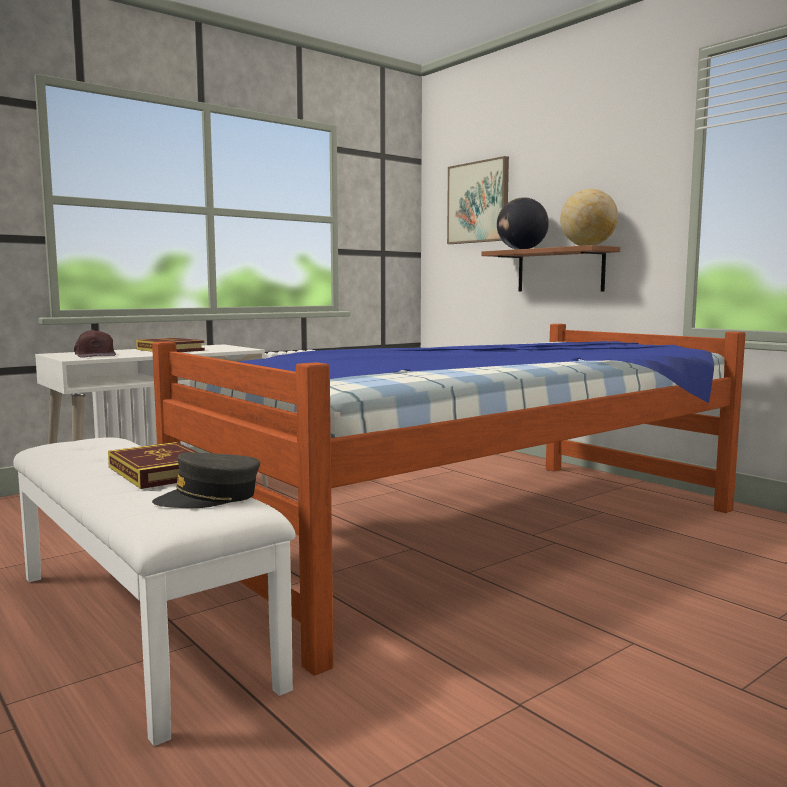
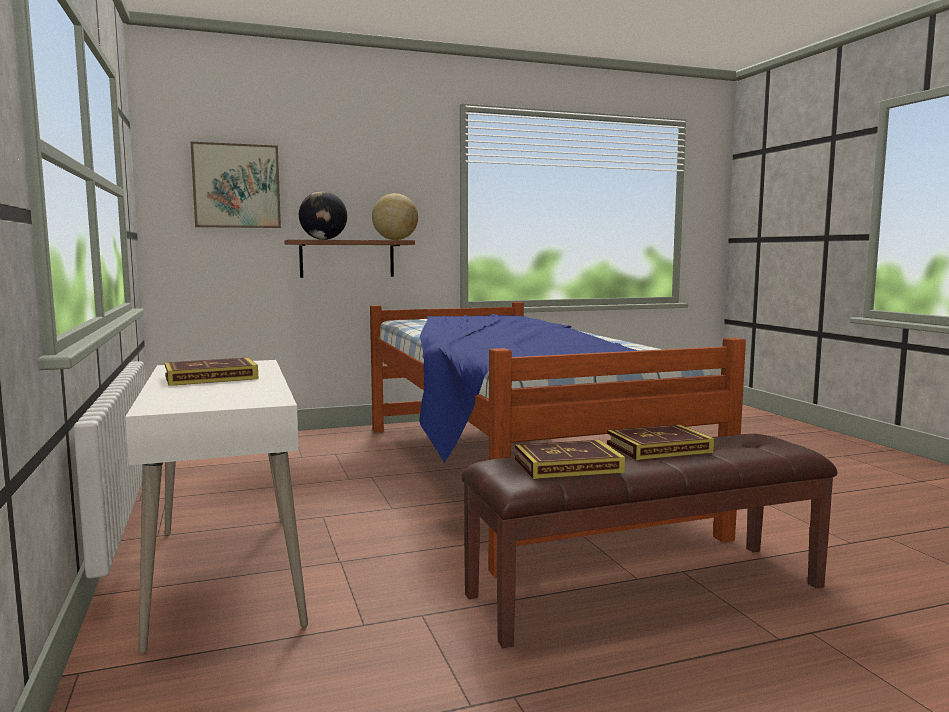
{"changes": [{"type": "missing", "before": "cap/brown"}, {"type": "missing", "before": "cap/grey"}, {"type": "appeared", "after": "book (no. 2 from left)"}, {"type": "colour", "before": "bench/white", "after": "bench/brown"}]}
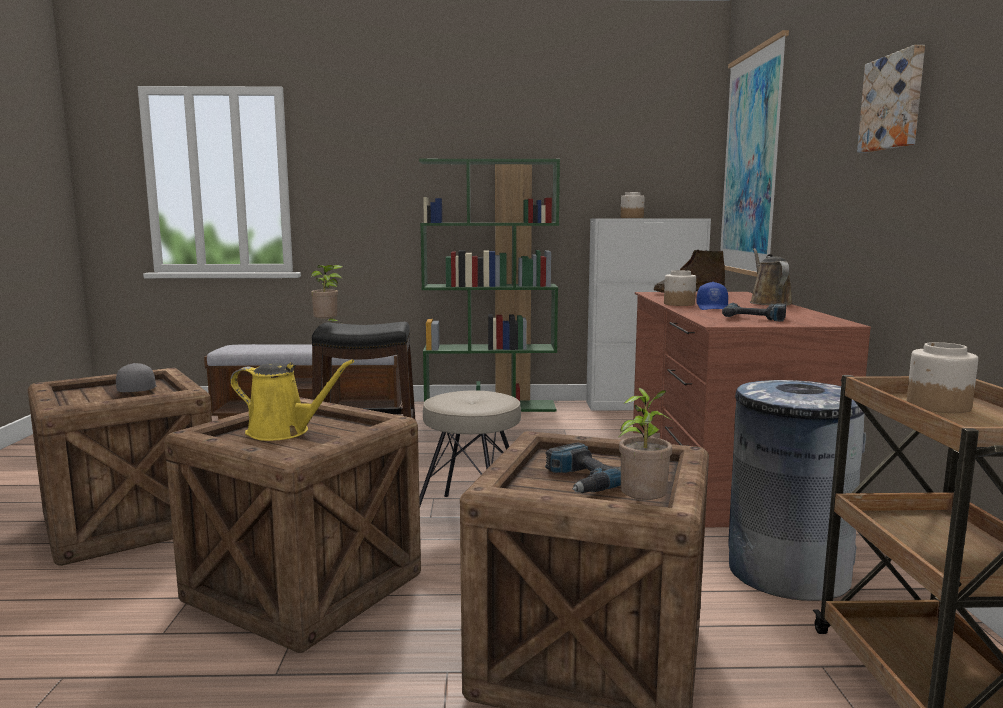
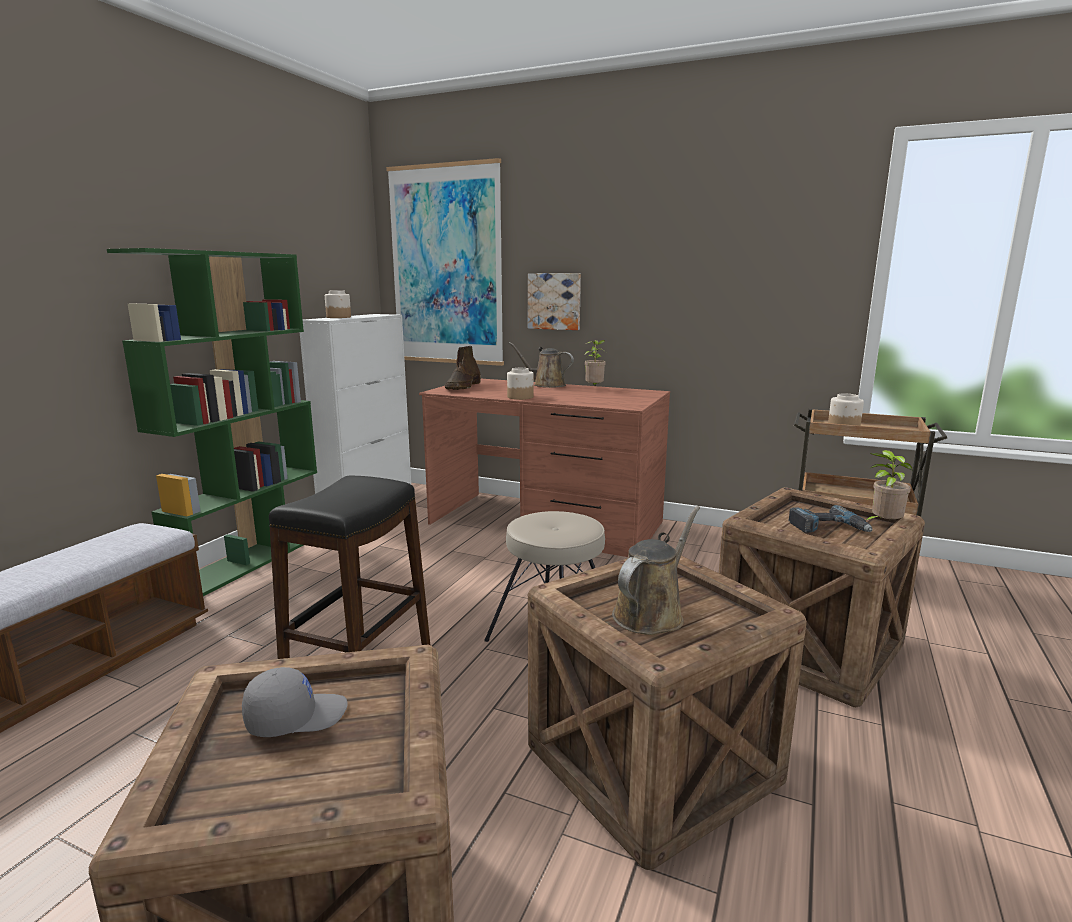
{"changes": [{"type": "missing", "before": "cap/blue"}, {"type": "missing", "before": "power drill (no. 2 from left)"}, {"type": "missing", "before": "trash can/grey"}, {"type": "relocated", "before": "potted plant (no. 1 from left)"}, {"type": "relocated", "before": "picture (no. 2 from left)"}, {"type": "colour", "before": "watering can/yellow", "after": "watering can/brown (no. 2 from left)"}, {"type": "spun", "before": "cap/grey", "turn": 150}]}
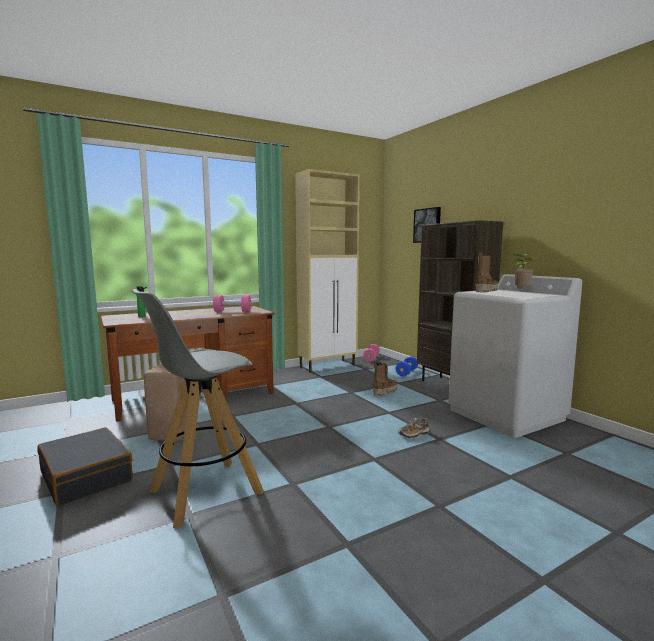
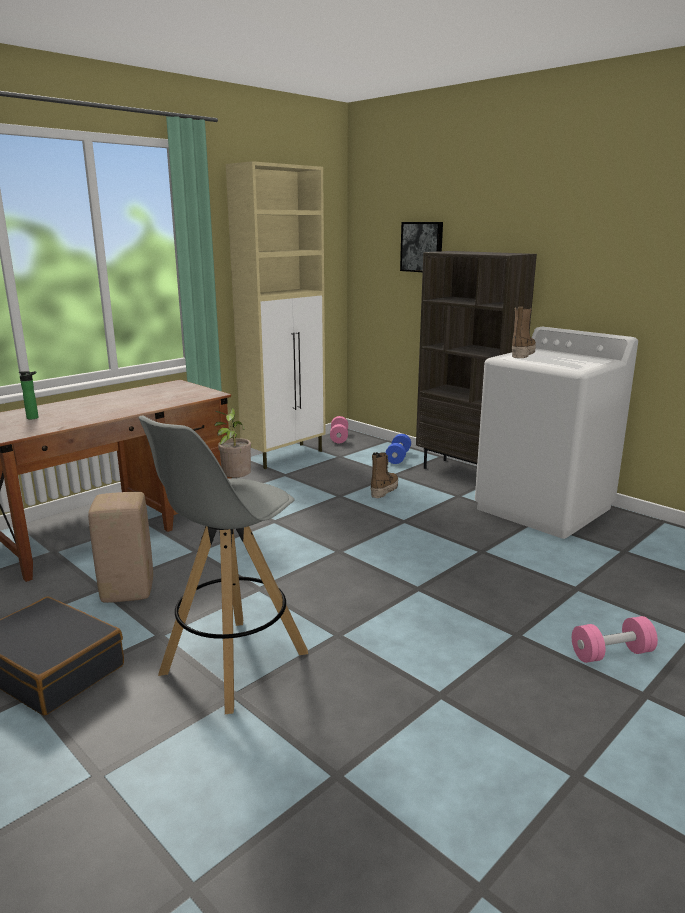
{"changes": [{"type": "missing", "before": "shoe"}, {"type": "relocated", "before": "dumbbell/pink (no. 1 from left in the first image)", "after": "dumbbell/pink (no. 2 from left)"}, {"type": "relocated", "before": "potted plant"}]}
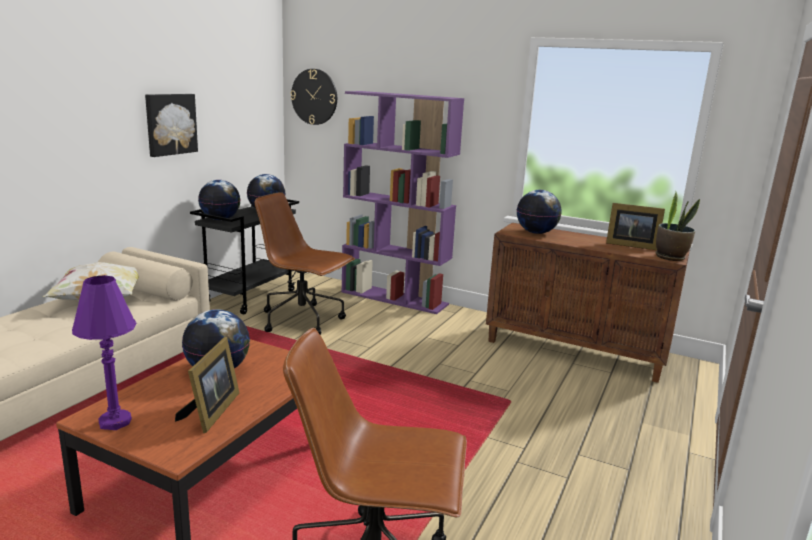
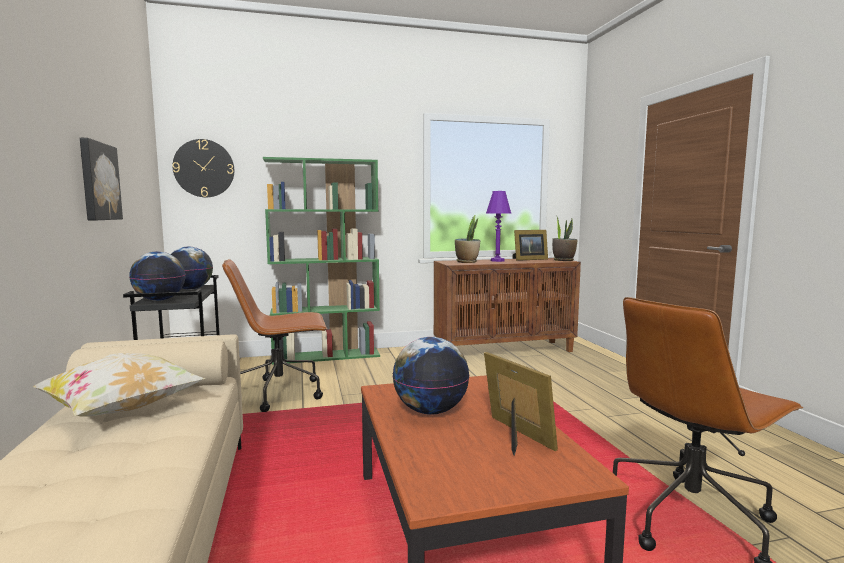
{"changes": [{"type": "relocated", "before": "table lamp/purple"}, {"type": "exchanged", "before": "globe (no. 4 from left)", "after": "potted plant (no. 1 from left)"}, {"type": "colour", "before": "bookcase/purple", "after": "bookcase/green"}]}
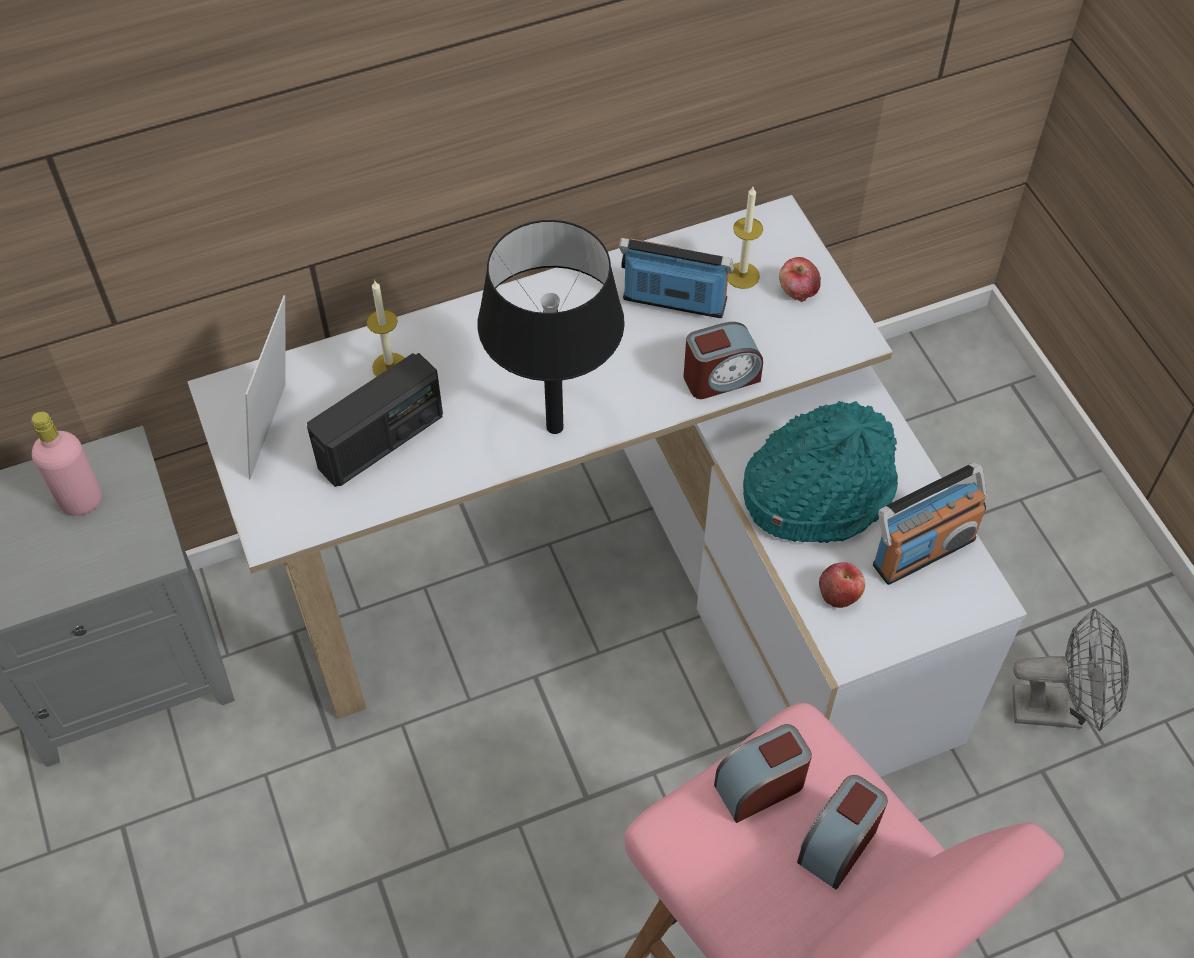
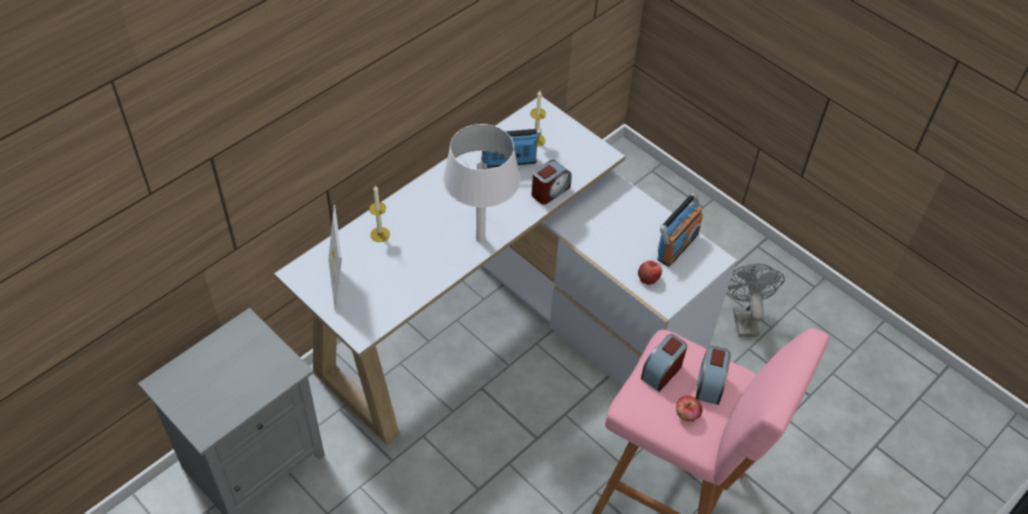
{"changes": [{"type": "missing", "before": "bottle/pink"}, {"type": "missing", "before": "radio (no. 1 from left)"}, {"type": "missing", "before": "hat/turquoise"}, {"type": "relocated", "before": "apple (no. 1 from left in the first image)", "after": "apple (no. 2 from left)"}, {"type": "colour", "before": "table lamp/black", "after": "table lamp/white"}, {"type": "spun", "before": "fan/grey", "turn": -75}]}
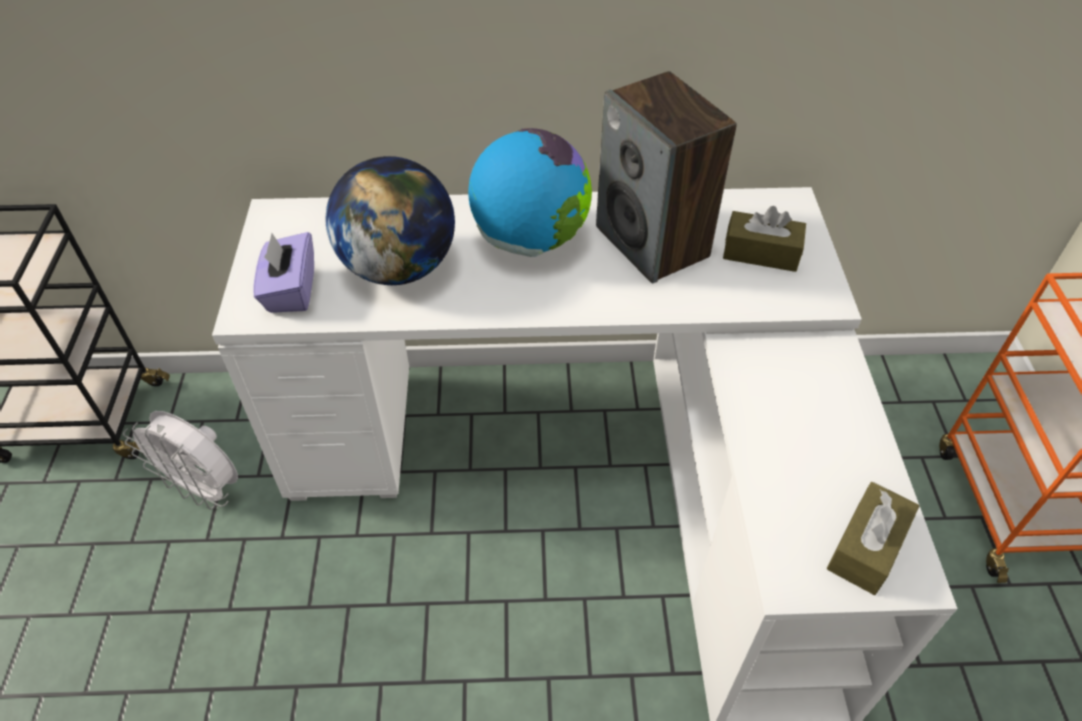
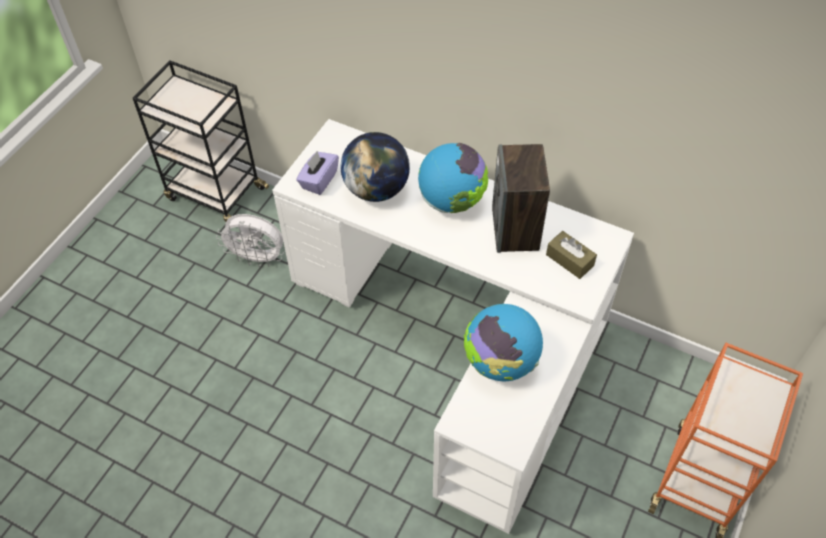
{"changes": [{"type": "missing", "before": "tissue box/brown (no. 2 from left)"}, {"type": "appeared", "after": "globe (no. 3 from left)"}, {"type": "spun", "before": "fan/white", "turn": -45}]}
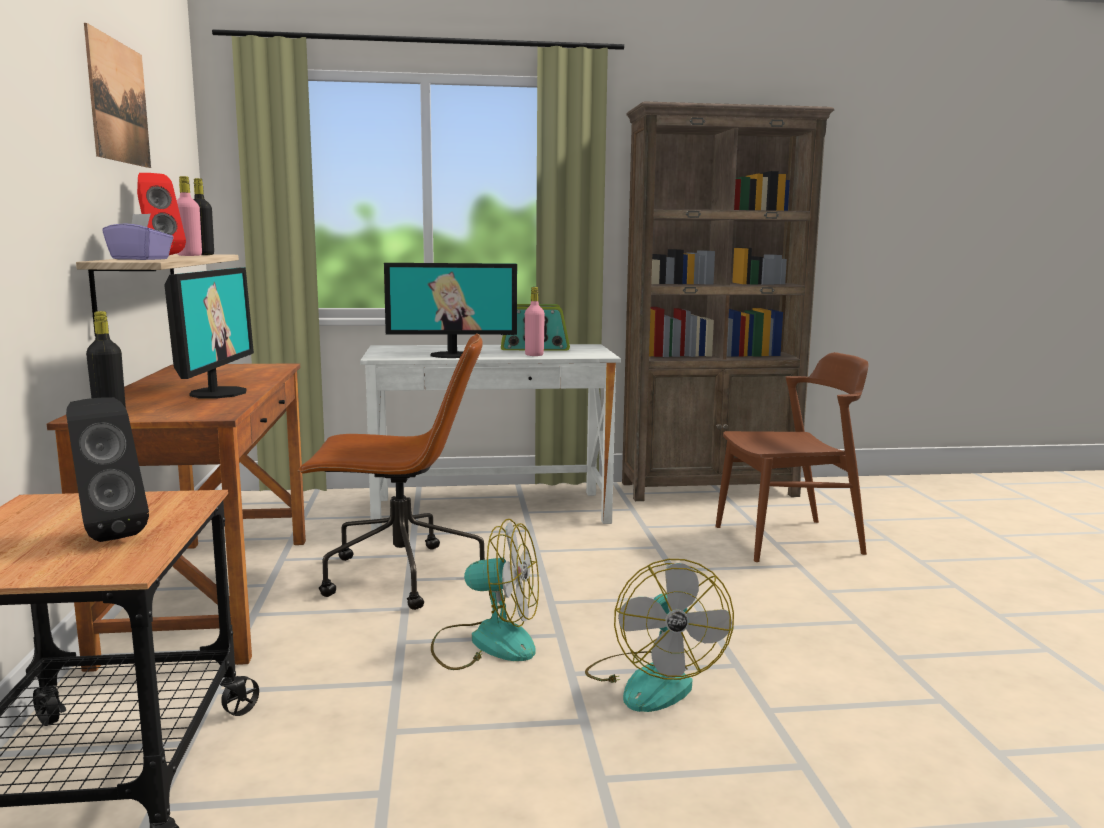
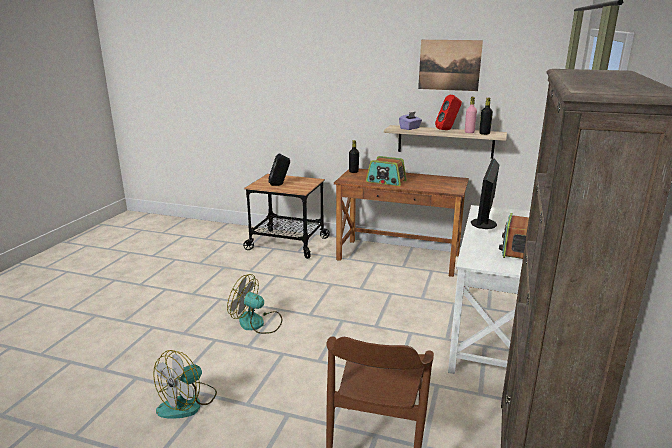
{"changes": [{"type": "missing", "before": "office chair/brown"}, {"type": "missing", "before": "bottle/pink (no. 2 from left)"}, {"type": "relocated", "before": "fan (no. 1 from left)"}, {"type": "exchanged", "before": "monitor (no. 1 from left)", "after": "radio (no. 1 from left)"}]}
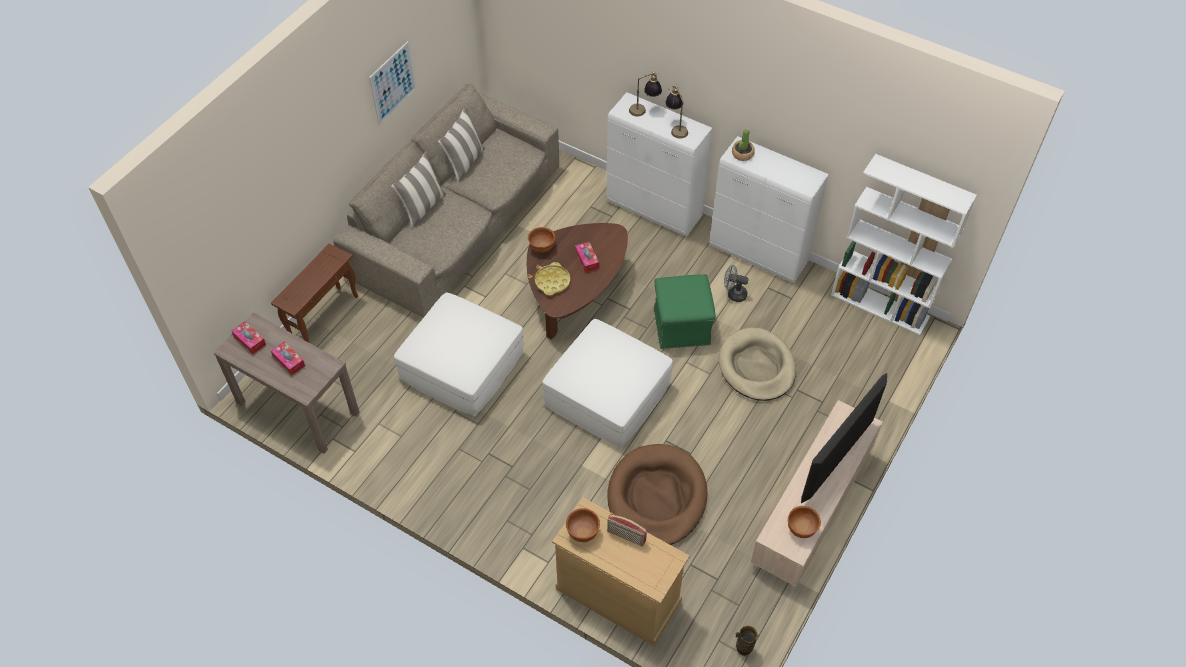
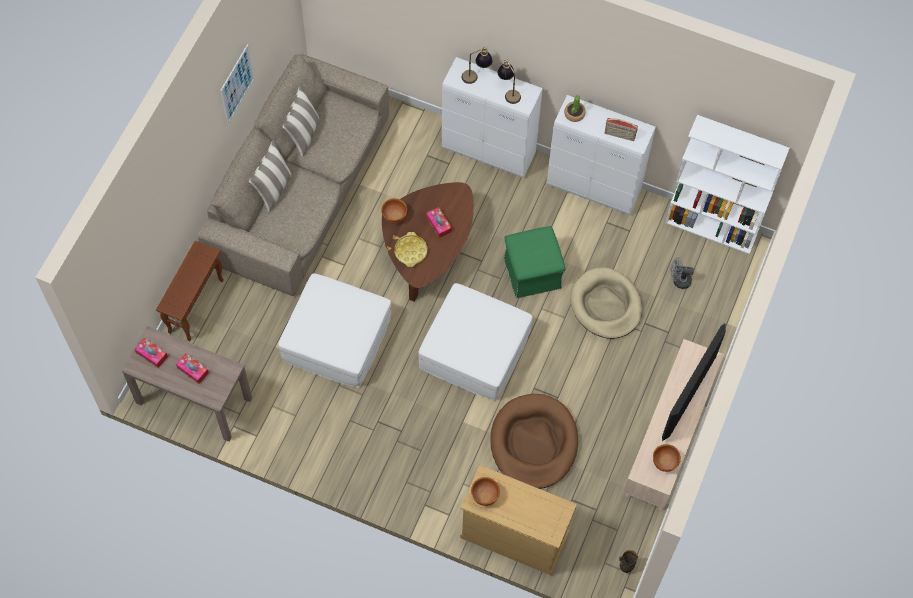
{"changes": [{"type": "relocated", "before": "radio"}, {"type": "relocated", "before": "fan/grey"}]}
